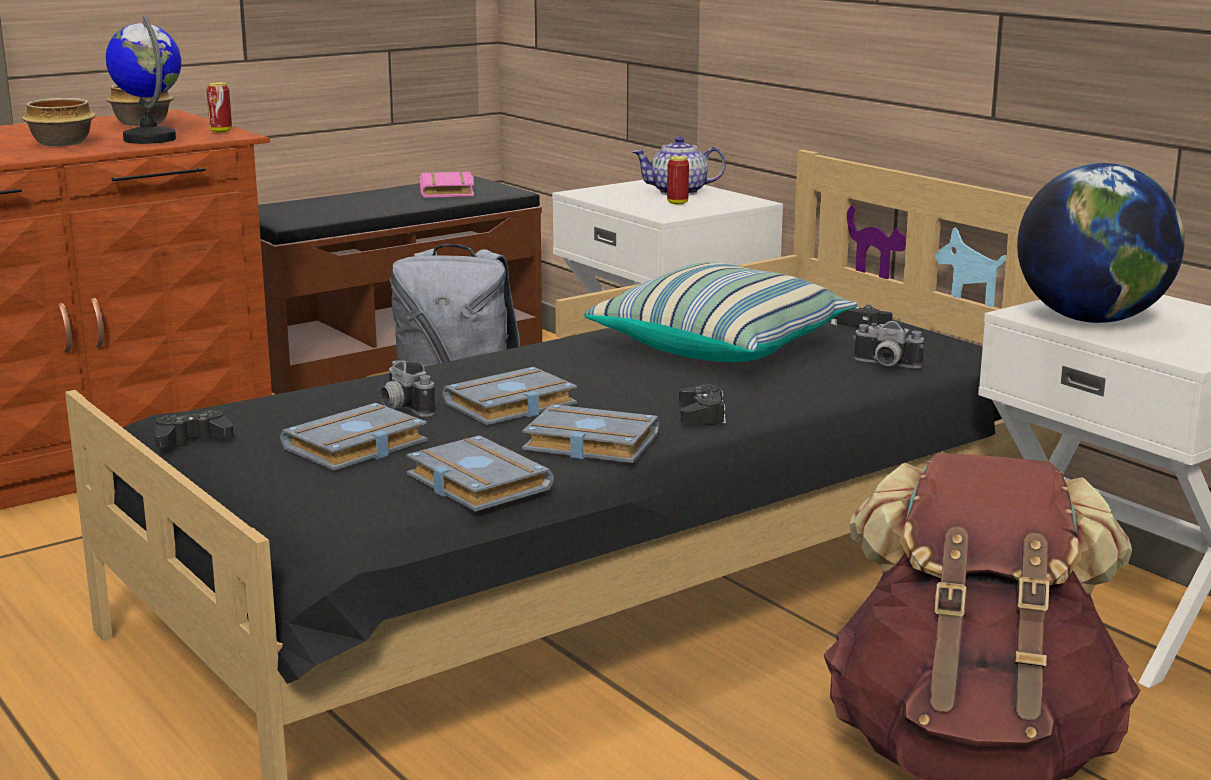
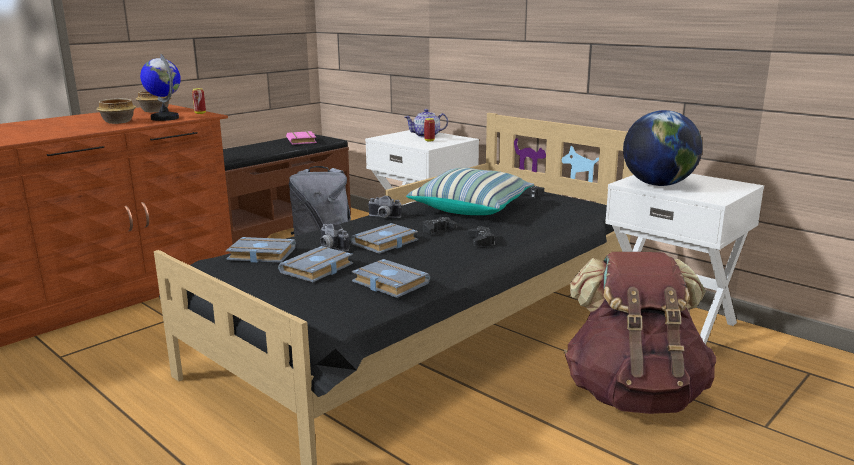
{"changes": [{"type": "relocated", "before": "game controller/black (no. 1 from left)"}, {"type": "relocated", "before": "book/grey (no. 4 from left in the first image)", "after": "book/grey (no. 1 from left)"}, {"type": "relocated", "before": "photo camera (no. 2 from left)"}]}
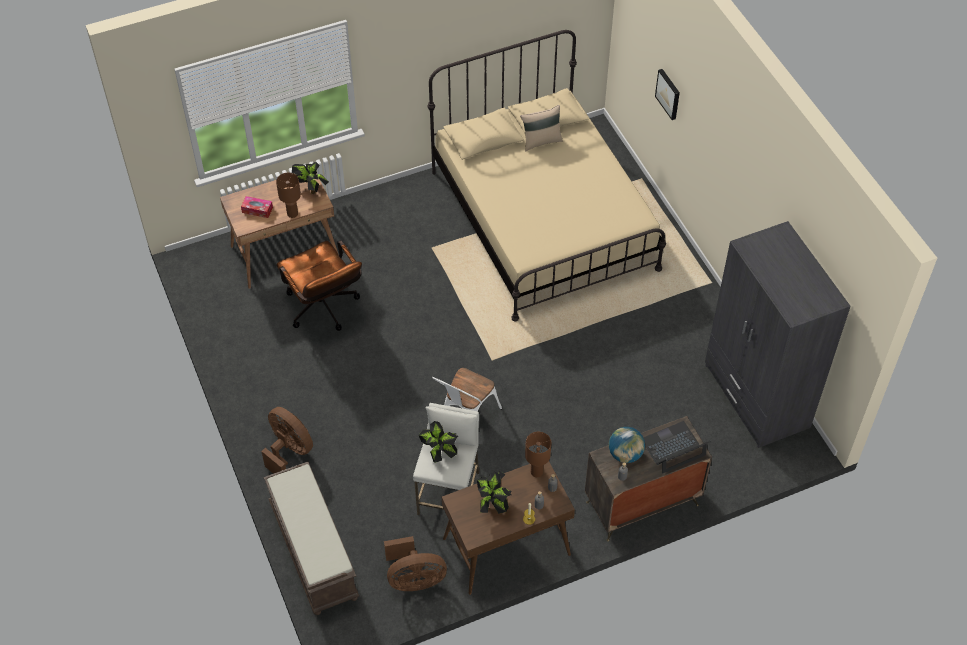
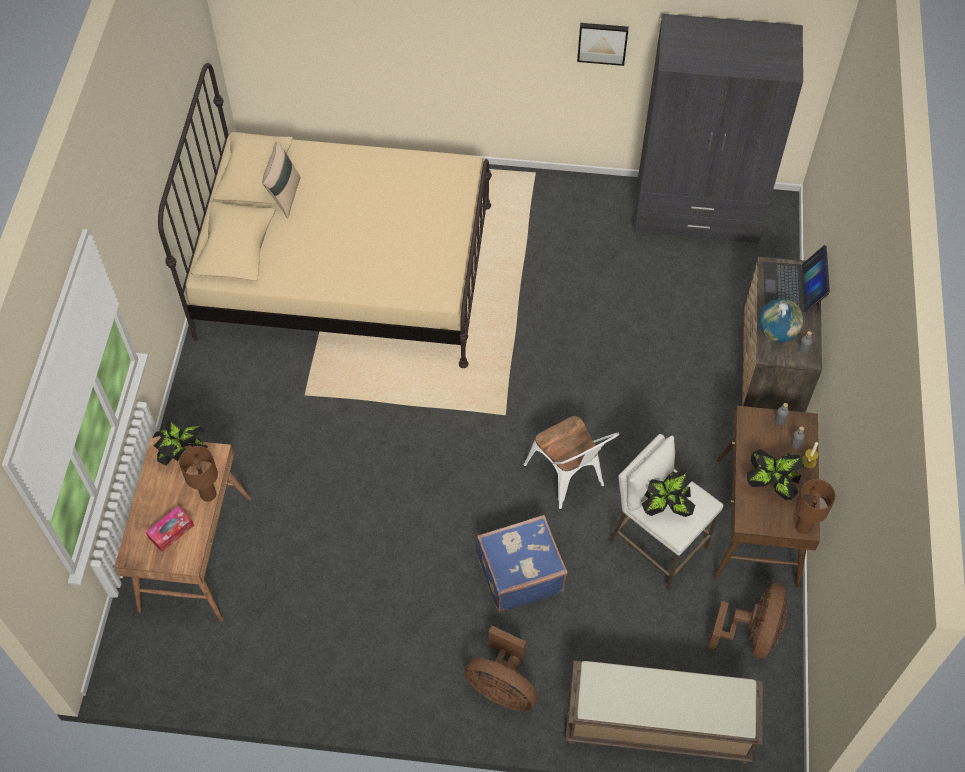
{"changes": [{"type": "missing", "before": "office chair/brown"}, {"type": "appeared", "after": "suitcase/blue"}, {"type": "relocated", "before": "table lamp/brown (no. 2 from left)"}, {"type": "relocated", "before": "picture"}, {"type": "spun", "before": "fan/brown (no. 1 from left)", "turn": -135}]}
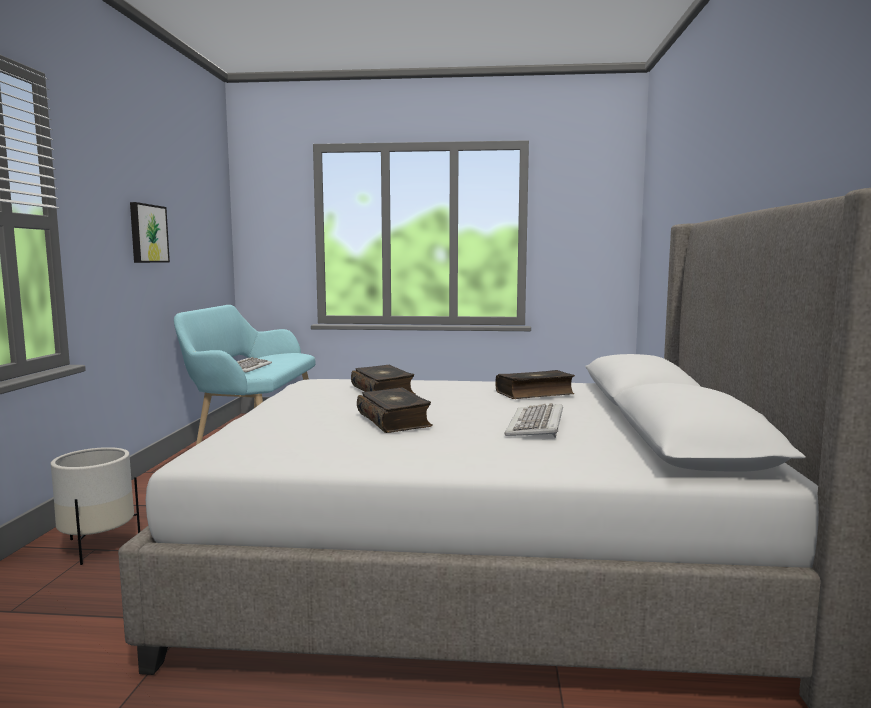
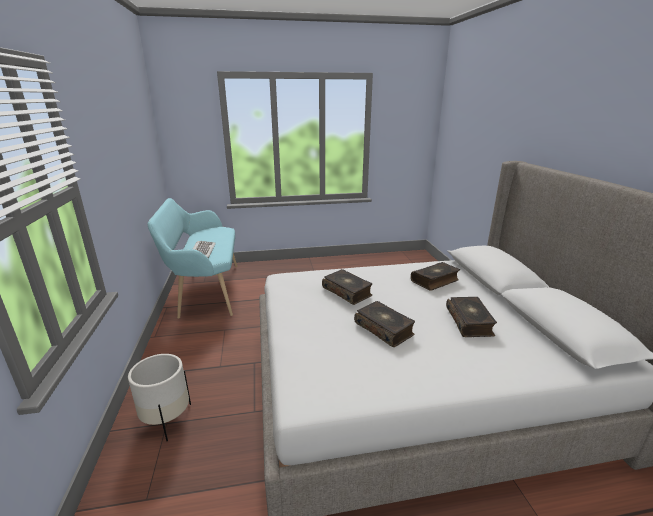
{"changes": [{"type": "missing", "before": "picture"}, {"type": "exchanged", "before": "keyboard (no. 2 from left)", "after": "book (no. 4 from left)"}]}
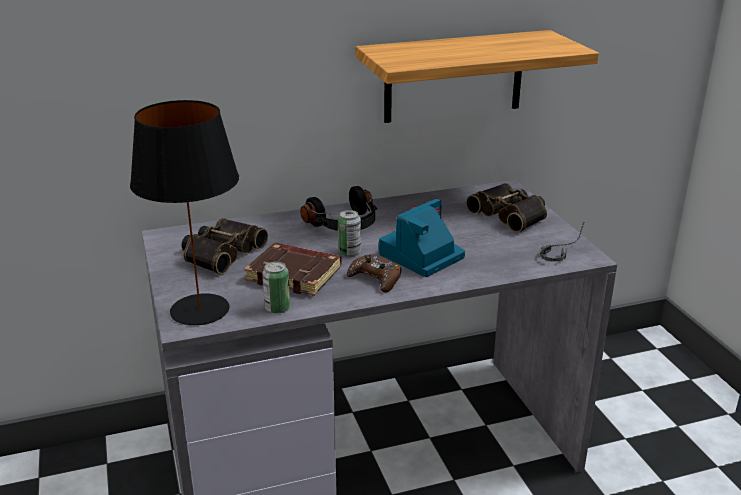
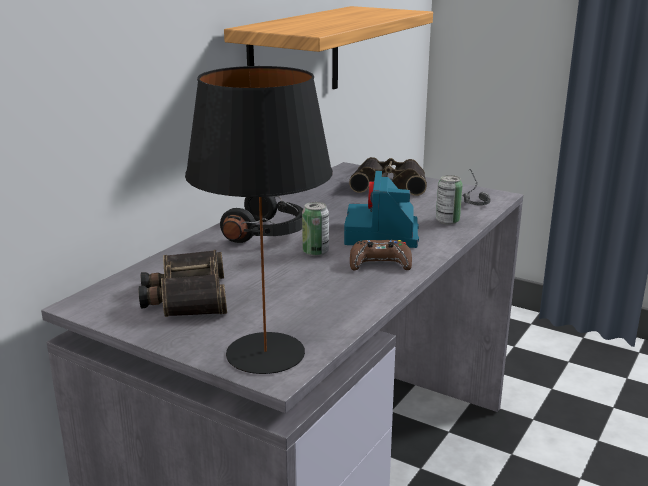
{"changes": [{"type": "missing", "before": "book/brown"}, {"type": "relocated", "before": "can (no. 1 from left in the first image)", "after": "can (no. 2 from left)"}]}
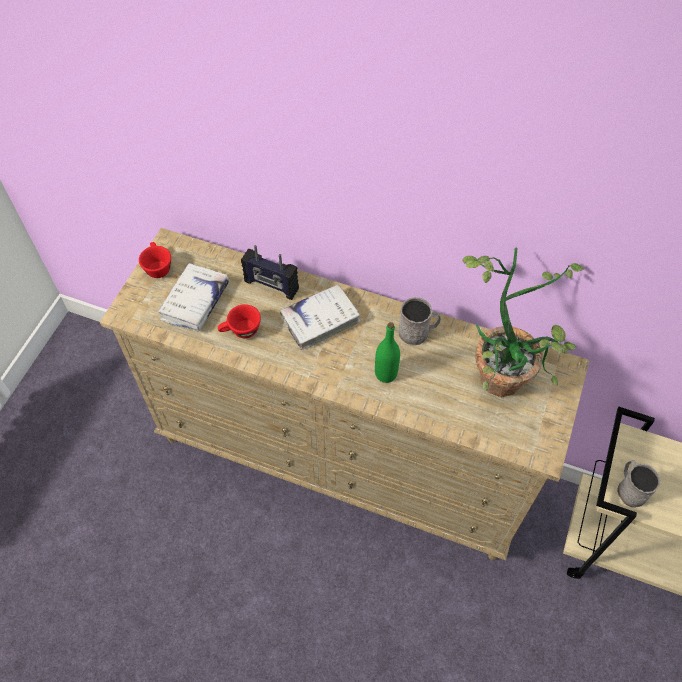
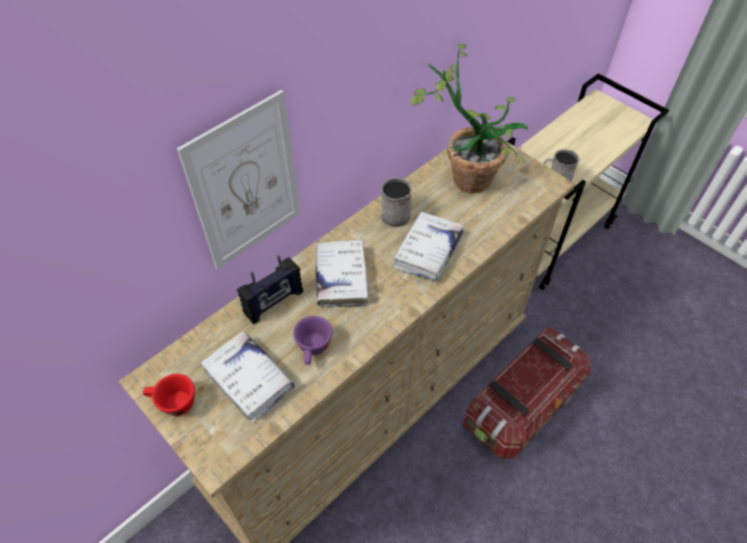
{"changes": [{"type": "appeared", "after": "picture"}, {"type": "appeared", "after": "storage box"}, {"type": "exchanged", "before": "bottle/green", "after": "book/white (no. 3 from left)"}, {"type": "colour", "before": "cup/red (no. 2 from left)", "after": "cup/purple"}]}
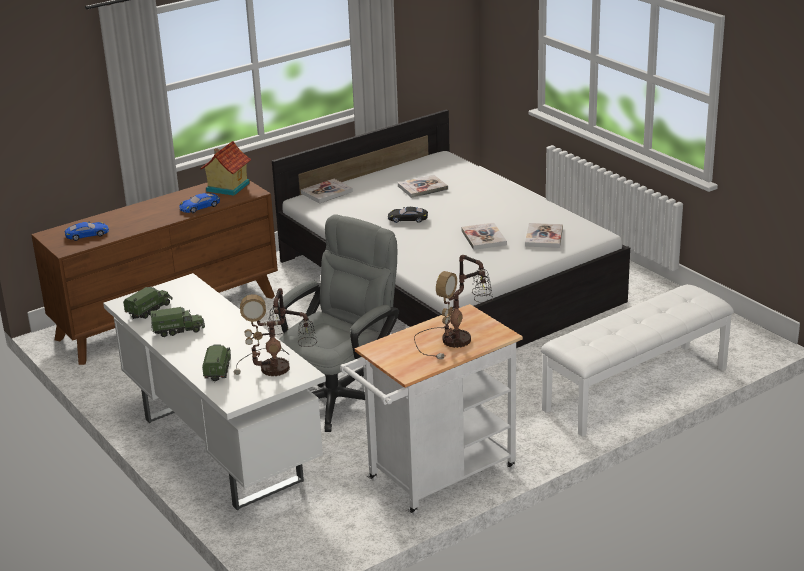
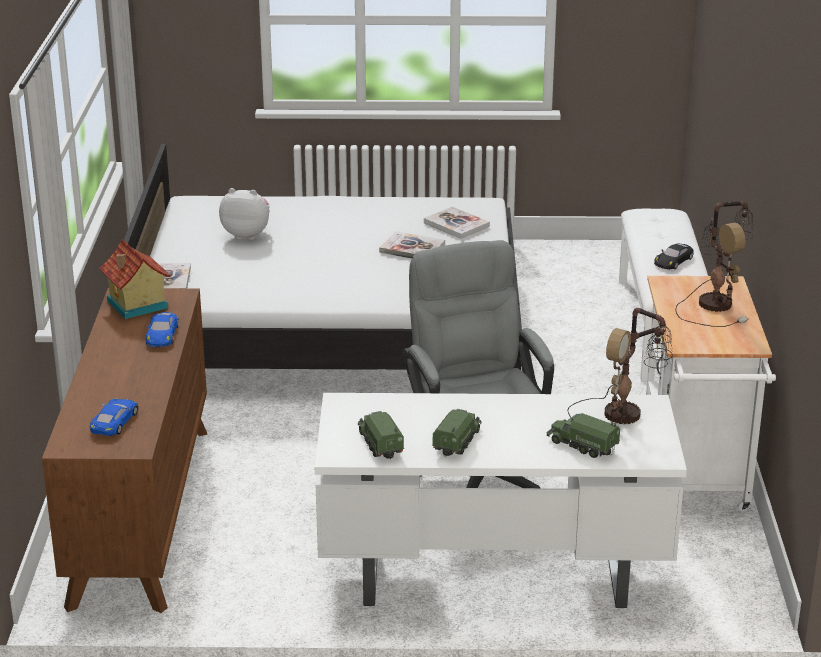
{"changes": [{"type": "relocated", "before": "toy car/black"}, {"type": "exchanged", "before": "book (no. 2 from left)", "after": "plush toy"}]}
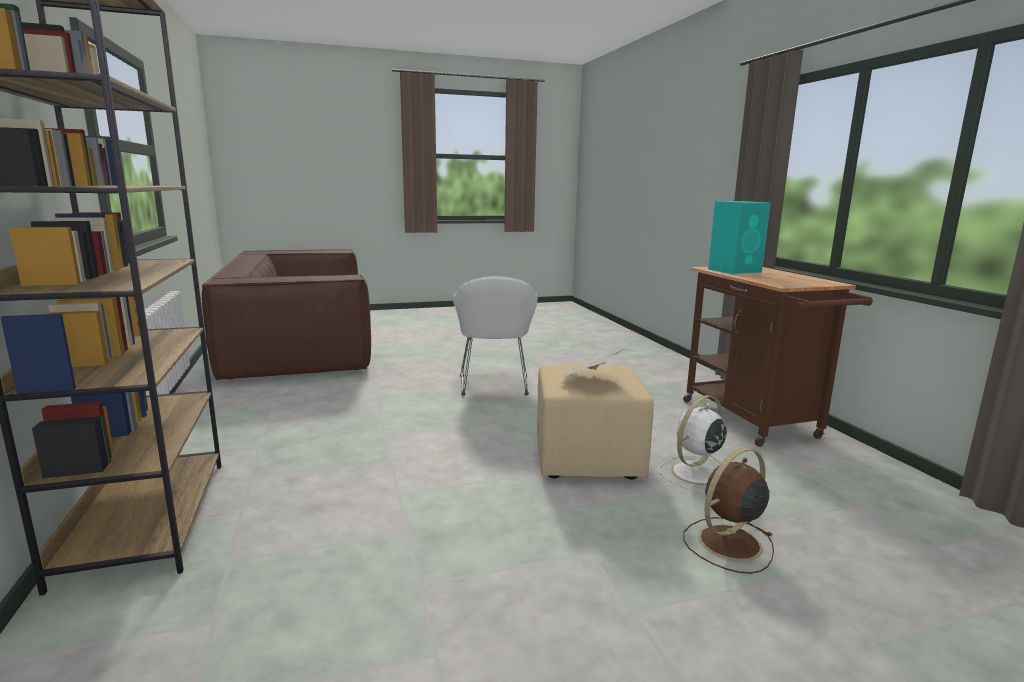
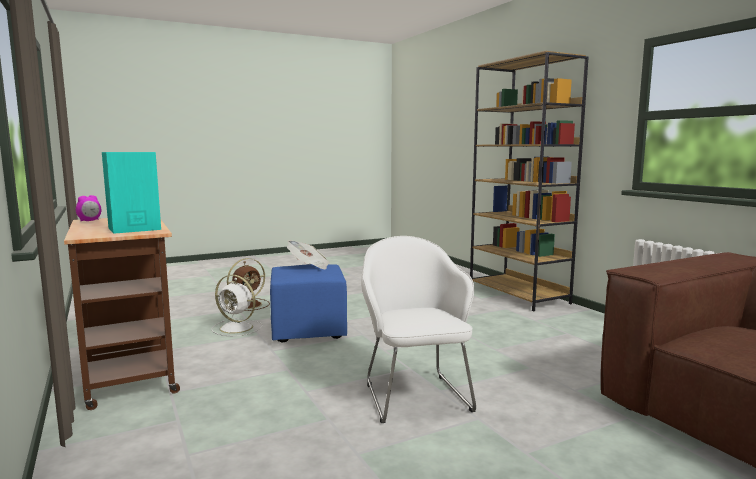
{"changes": [{"type": "appeared", "after": "alarm clock"}, {"type": "colour", "before": "ottoman/beige", "after": "ottoman/blue"}, {"type": "spun", "before": "fan/white", "turn": 75}]}
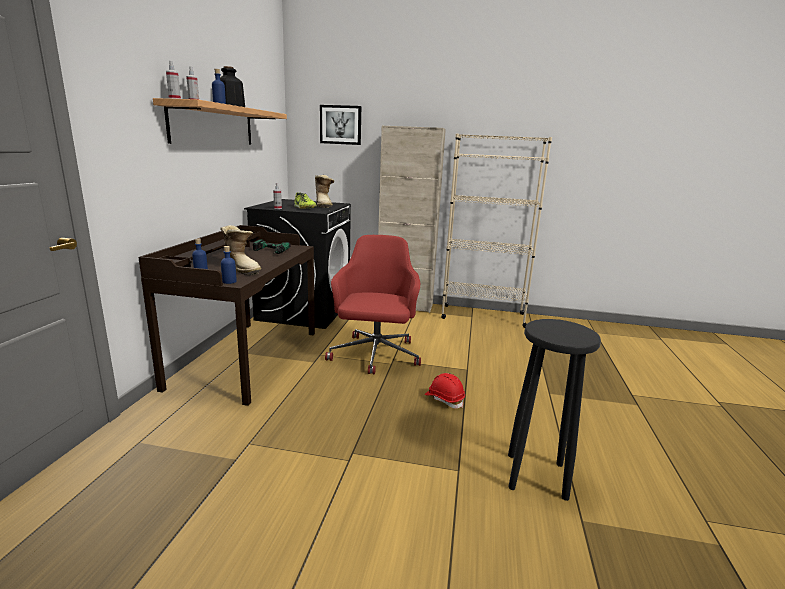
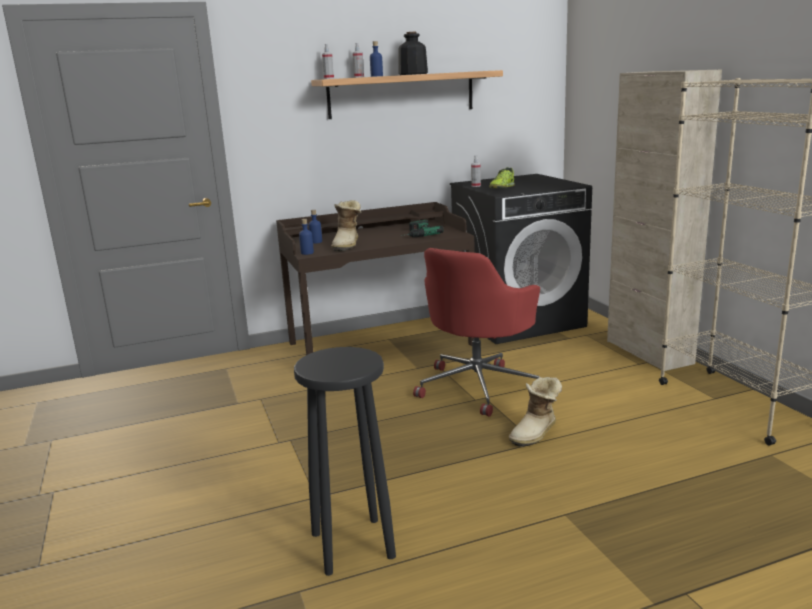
{"changes": [{"type": "missing", "before": "picture"}, {"type": "missing", "before": "hard hat/red"}, {"type": "relocated", "before": "boot (no. 2 from left)"}, {"type": "spun", "before": "office chair/red", "turn": 150}]}
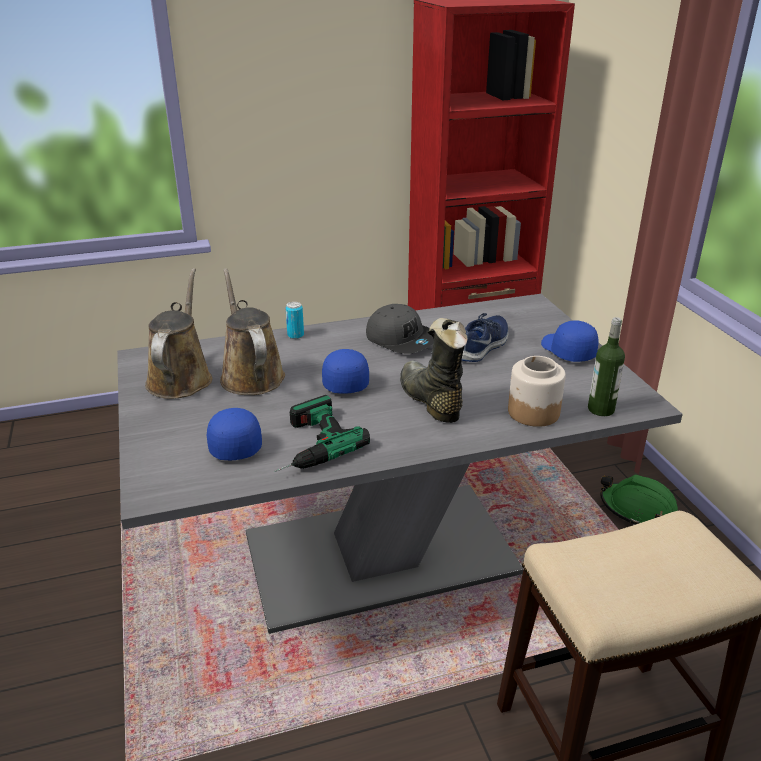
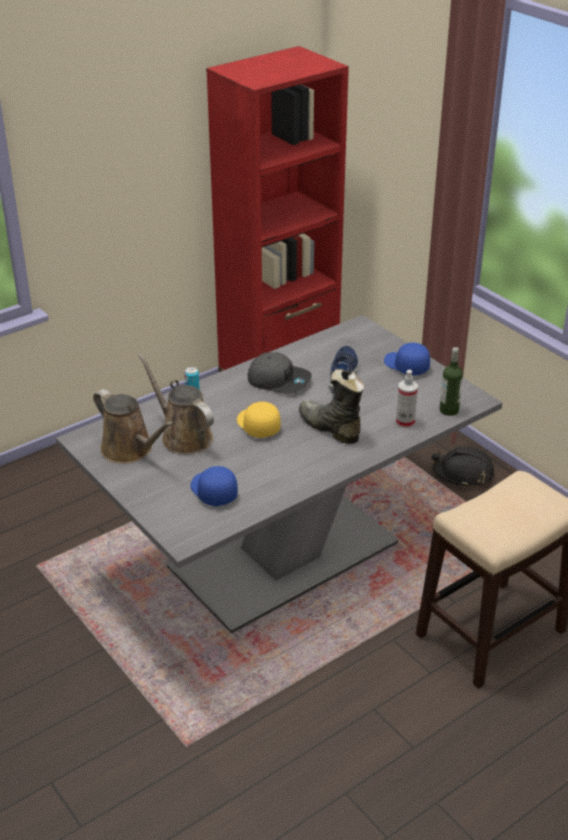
{"changes": [{"type": "missing", "before": "power drill"}, {"type": "exchanged", "before": "jar", "after": "spray bottle"}, {"type": "colour", "before": "cap/blue (no. 2 from left)", "after": "cap/yellow"}, {"type": "colour", "before": "hard hat/green", "after": "hard hat/black"}, {"type": "spun", "before": "watering can/brown (no. 1 from left)", "turn": 150}]}
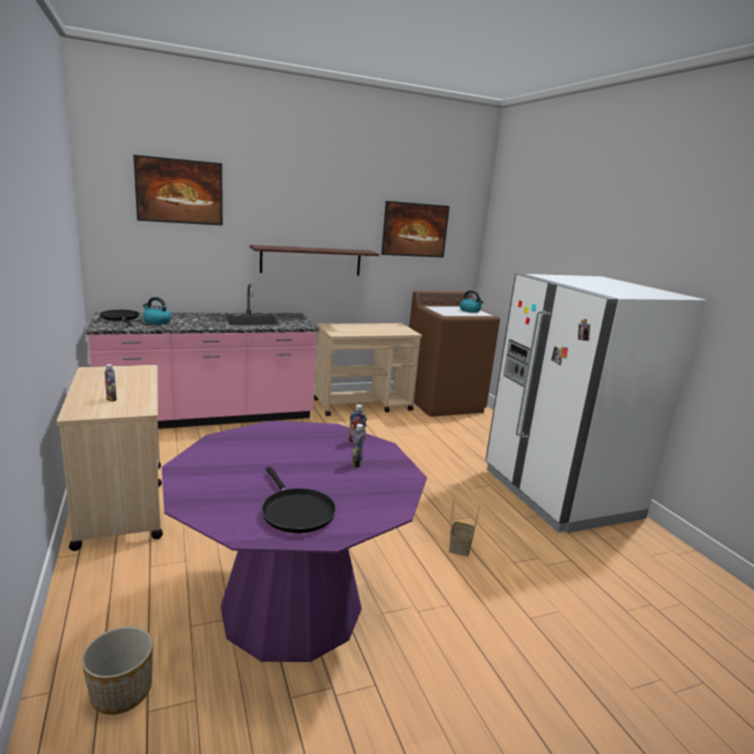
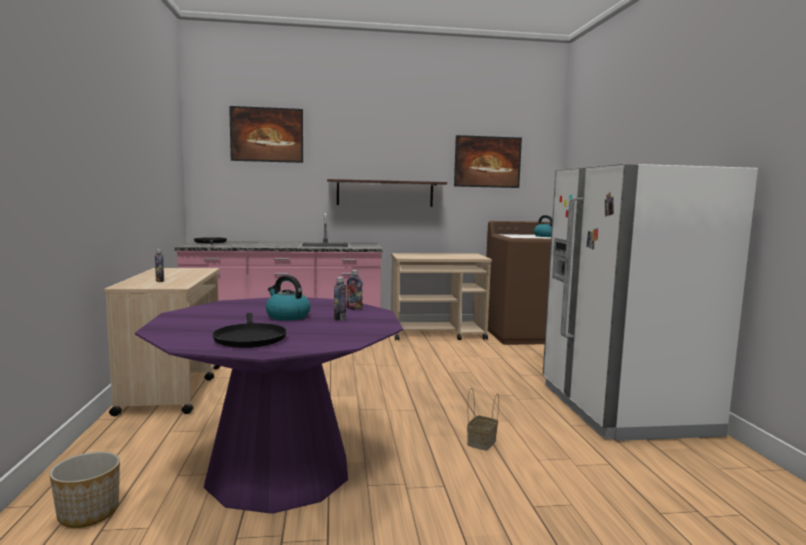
{"changes": [{"type": "relocated", "before": "kettle (no. 1 from left)"}]}
